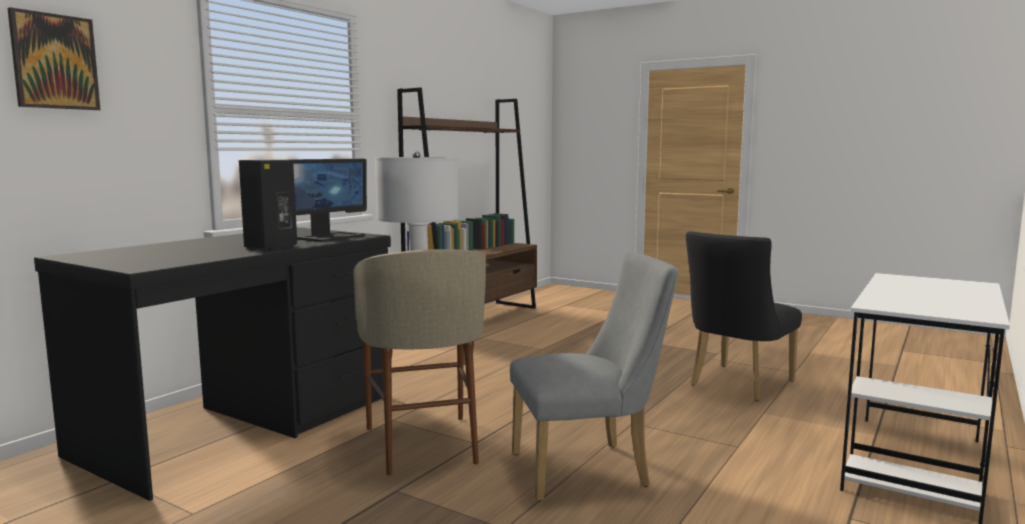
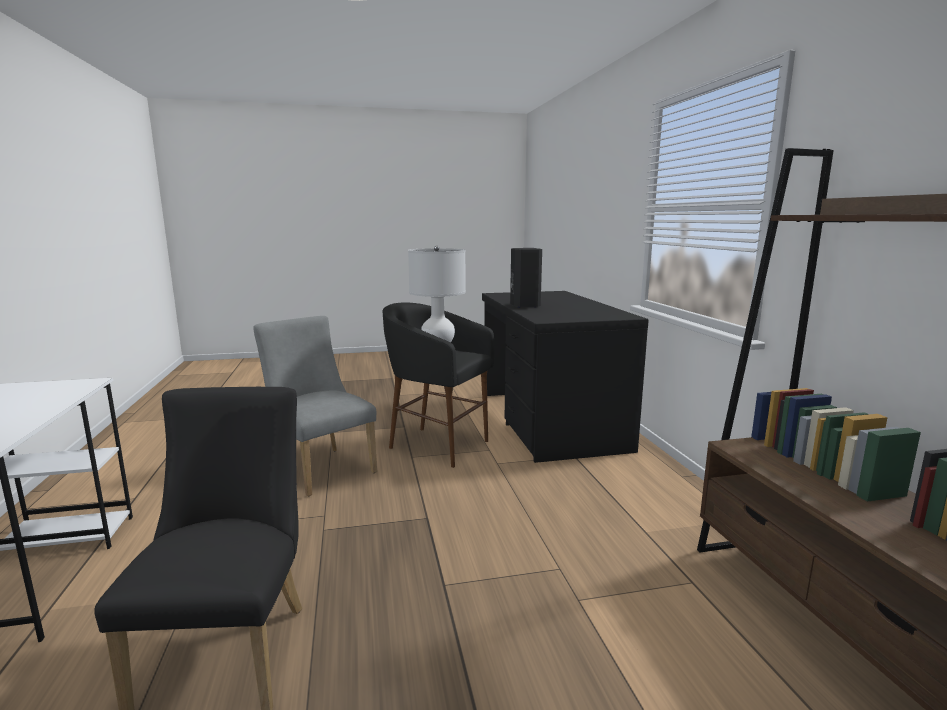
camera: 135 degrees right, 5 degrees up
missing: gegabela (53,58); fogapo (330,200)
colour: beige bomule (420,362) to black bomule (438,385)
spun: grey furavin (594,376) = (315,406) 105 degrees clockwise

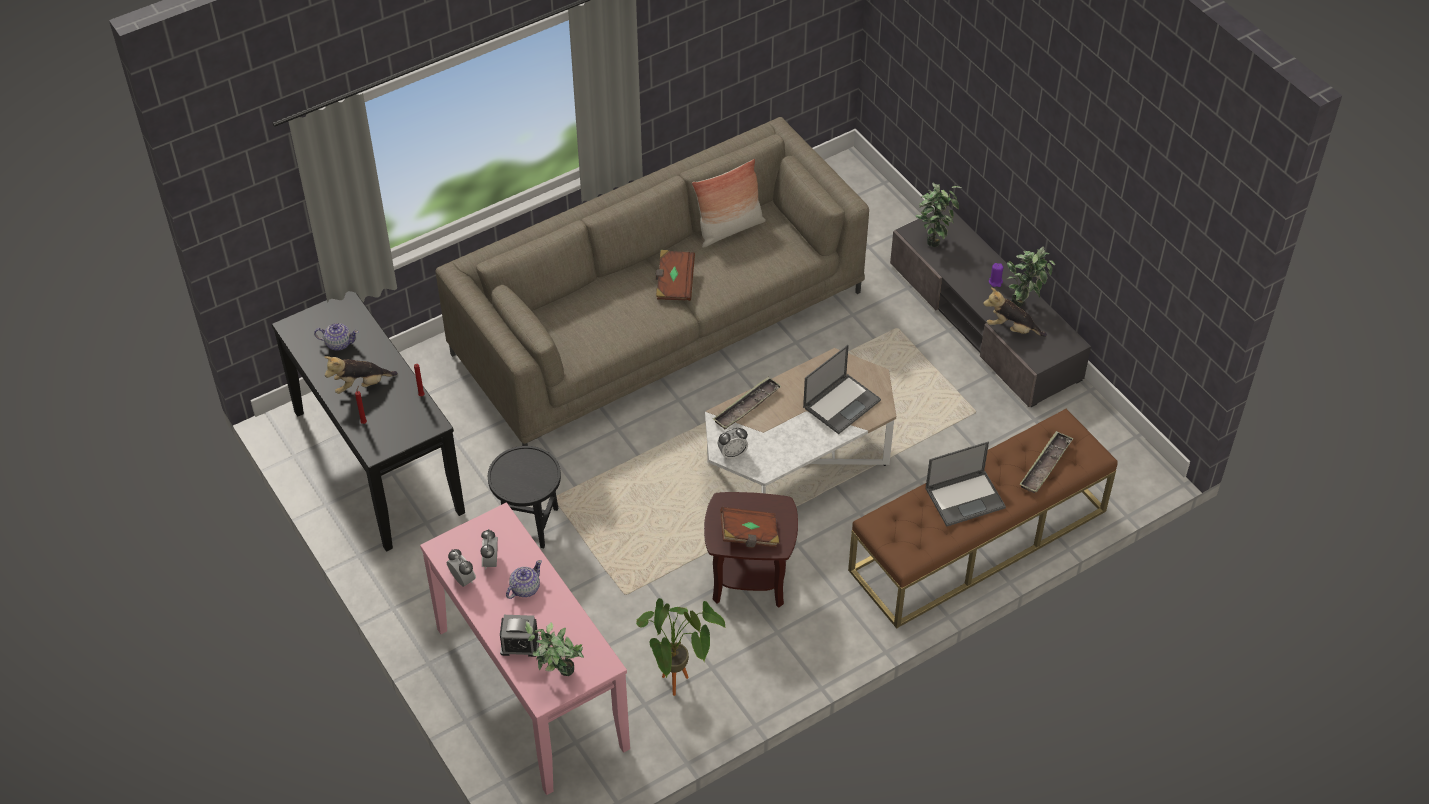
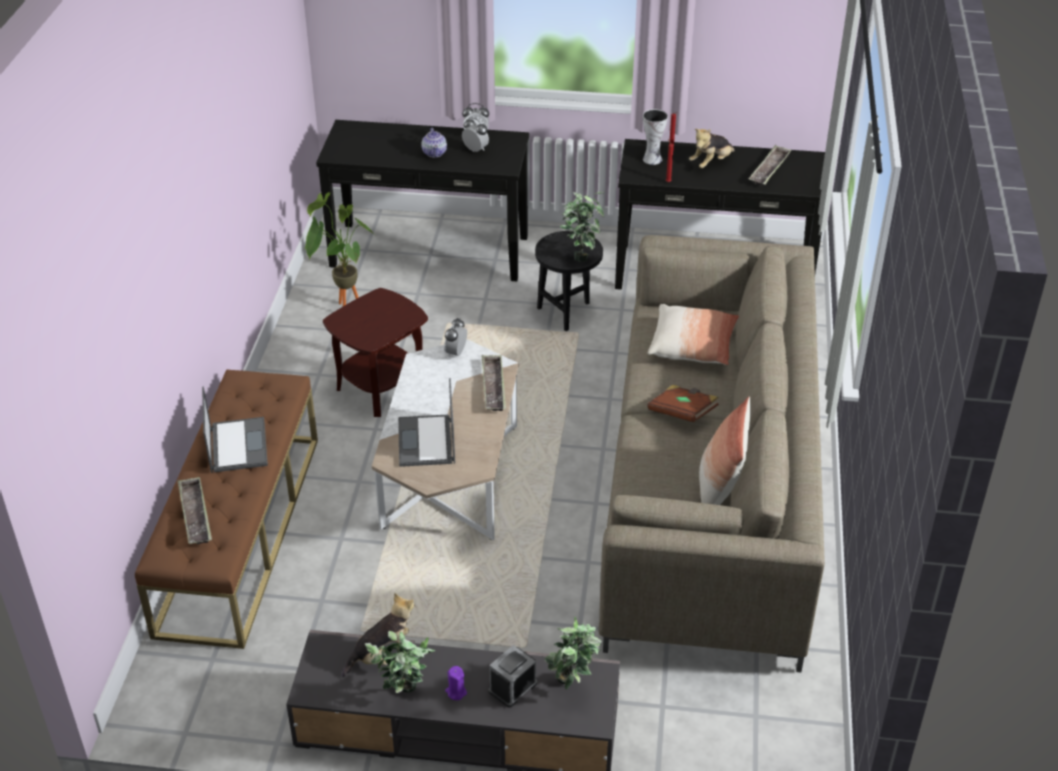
camera: 130 degrees right, 10 degrees down
missing: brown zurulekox (750,527)
appeared: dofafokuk (655,137); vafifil (693,334)
relocated: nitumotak (520,636) to (513,676); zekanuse (554,648) to (582,227)
exchanged: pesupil (336,337) to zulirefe (770,165)
colour: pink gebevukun (525,649) to black gebevukun (422,200)
spun: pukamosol (361,375) = (712,148) 150 degrees counterclockwise; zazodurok (966,484) = (235,429) 150 degrees clockwise

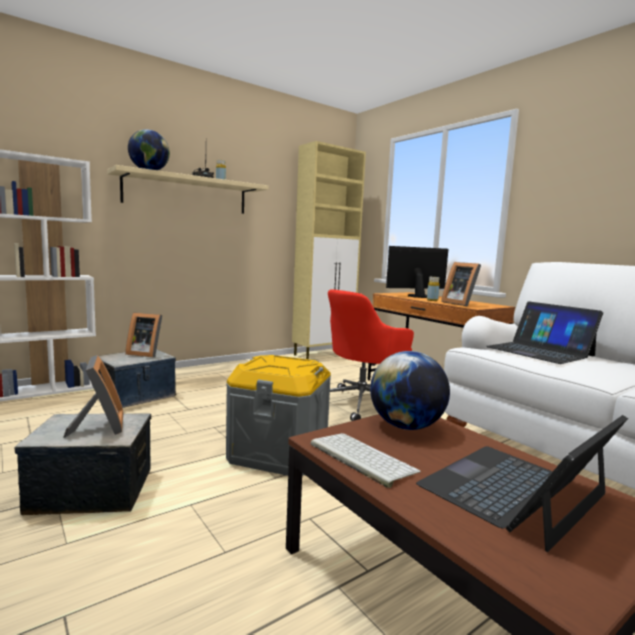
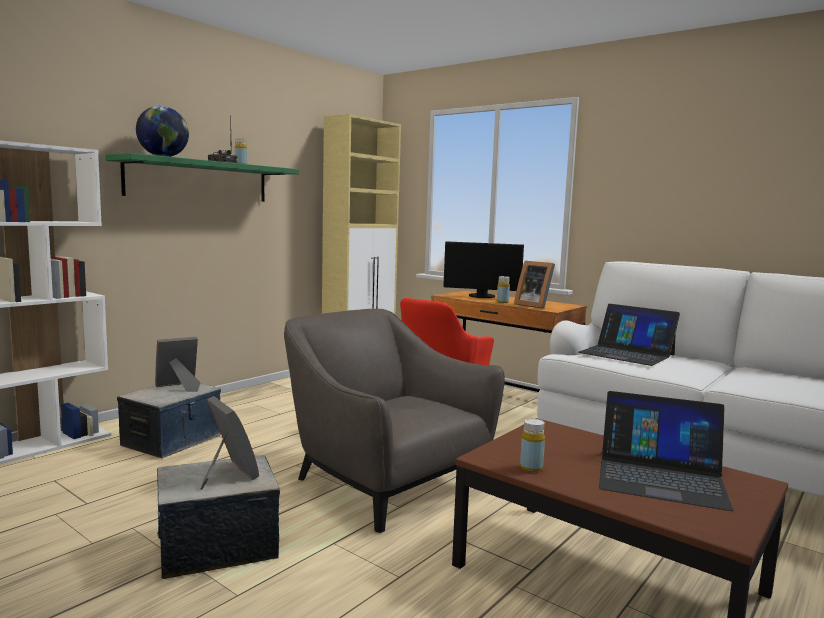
camera: 15 degrees left, 0 degrees up
missing: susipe (410,390)
exchanged: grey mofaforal (278,415) to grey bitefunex (394,421); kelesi (366,460) to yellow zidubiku (532,445)
colour: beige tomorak (188,189) to green tomorak (202,177)
spun: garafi (143,335) = (177,364) 150 degrees clockwise; fogapo (417,272) = (483,269) 135 degrees counterclockwise; zazodurok (522,483) = (666,451) 105 degrees counterclockwise

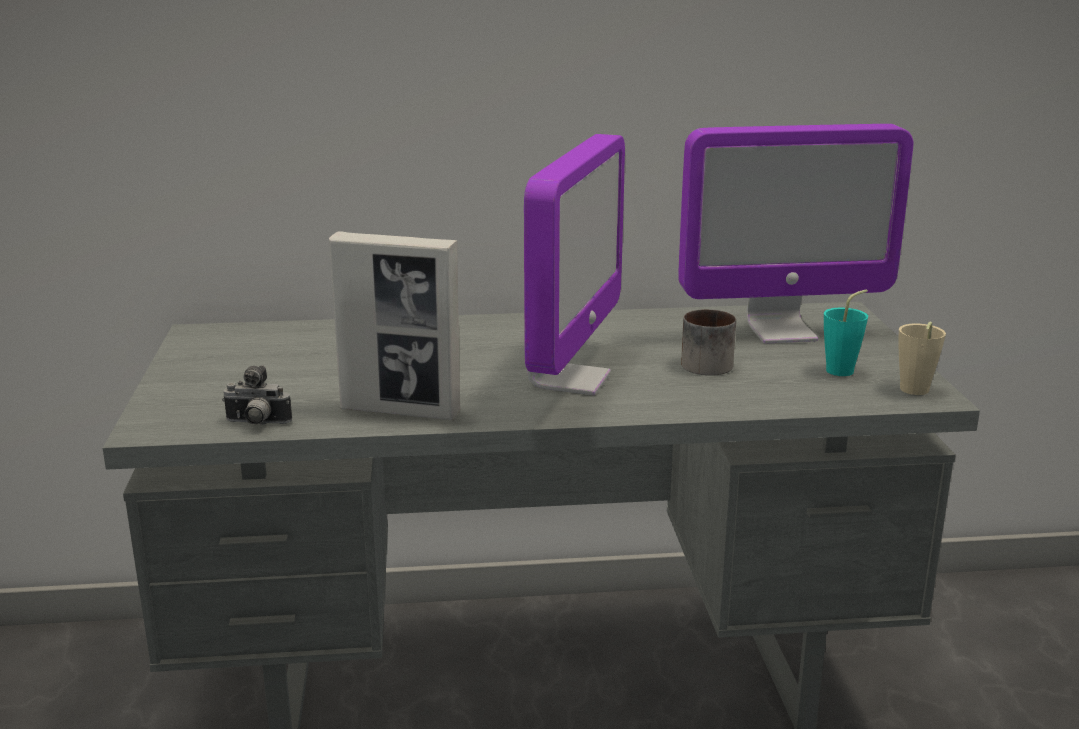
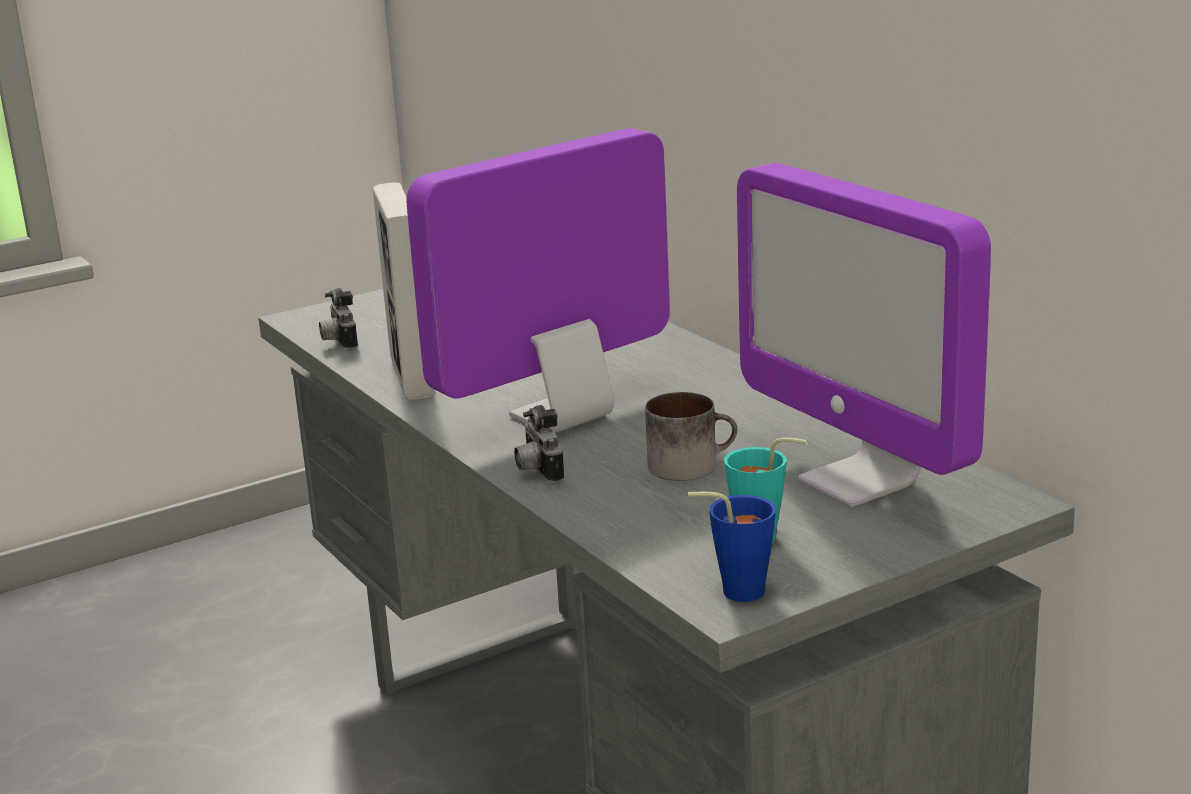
camera: 65 degrees right, 0 degrees up
appeared: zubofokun (539,444)
colour: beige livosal (922,358) to blue livosal (732,547)
spun: fogapo (574,264) = (538,280) 150 degrees clockwise

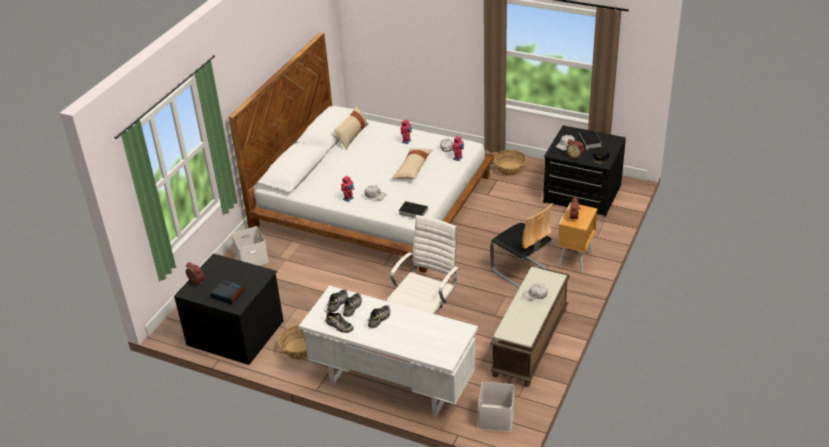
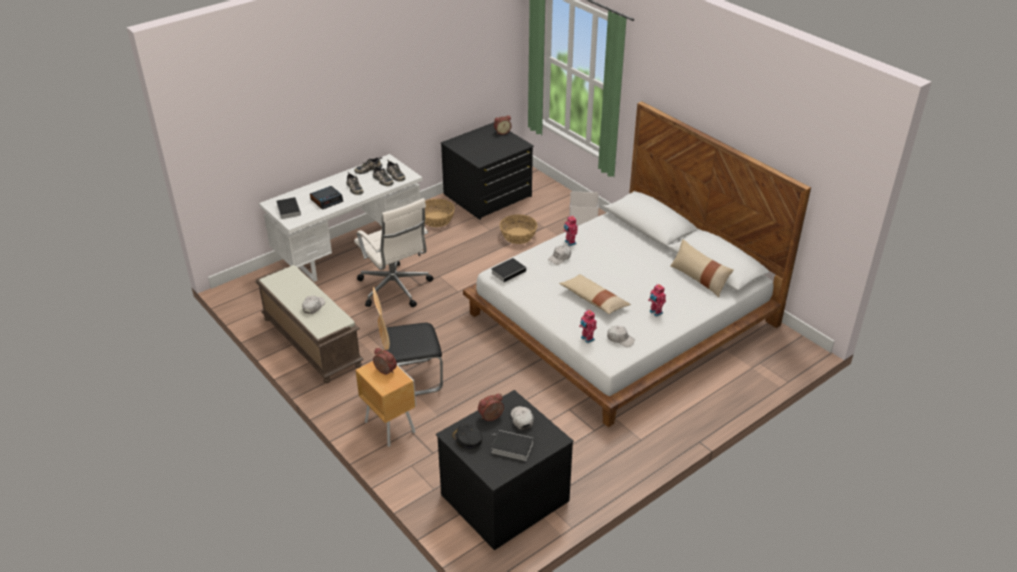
camera: 115 degrees right, 0 degrees up
missing: white mofaforal (496,407)
appeared: zurulekox (288,208)
relocated: nitumotak (227,291) to (326,198); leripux (510,163) to (518,229)

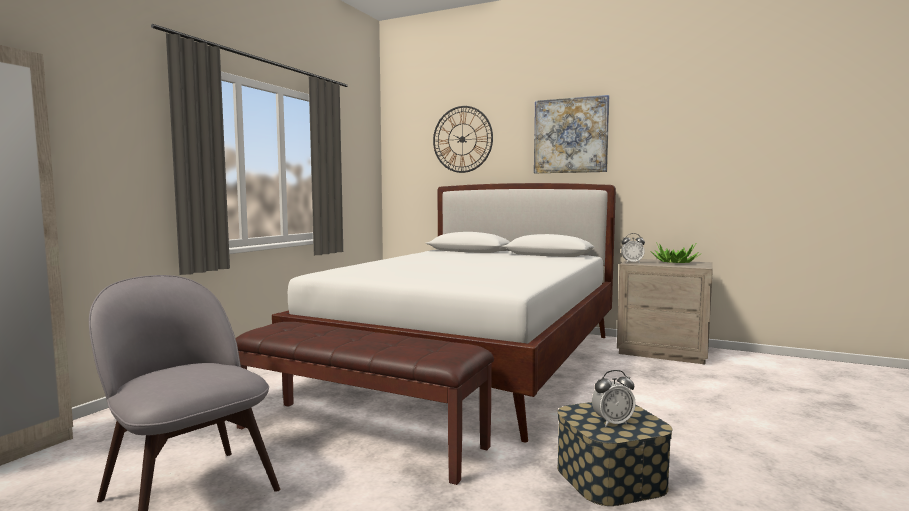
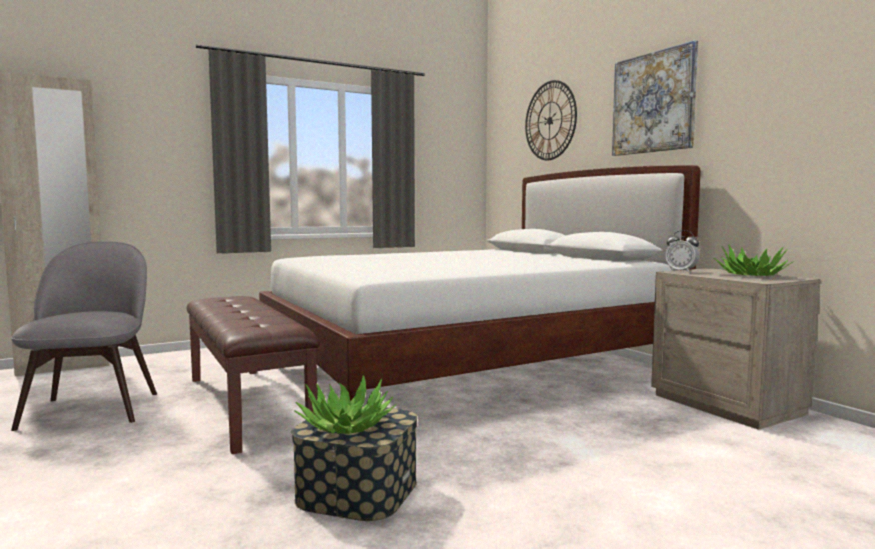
camera: 35 degrees right, 0 degrees up
exchanged: nitumotak (614,398) to zekanuse (345,404)

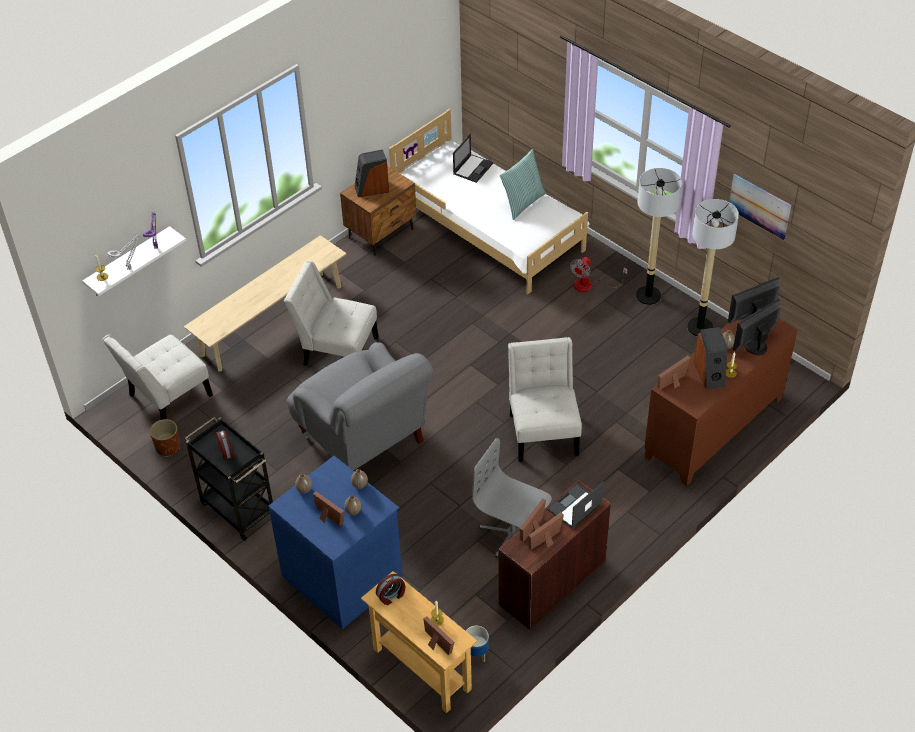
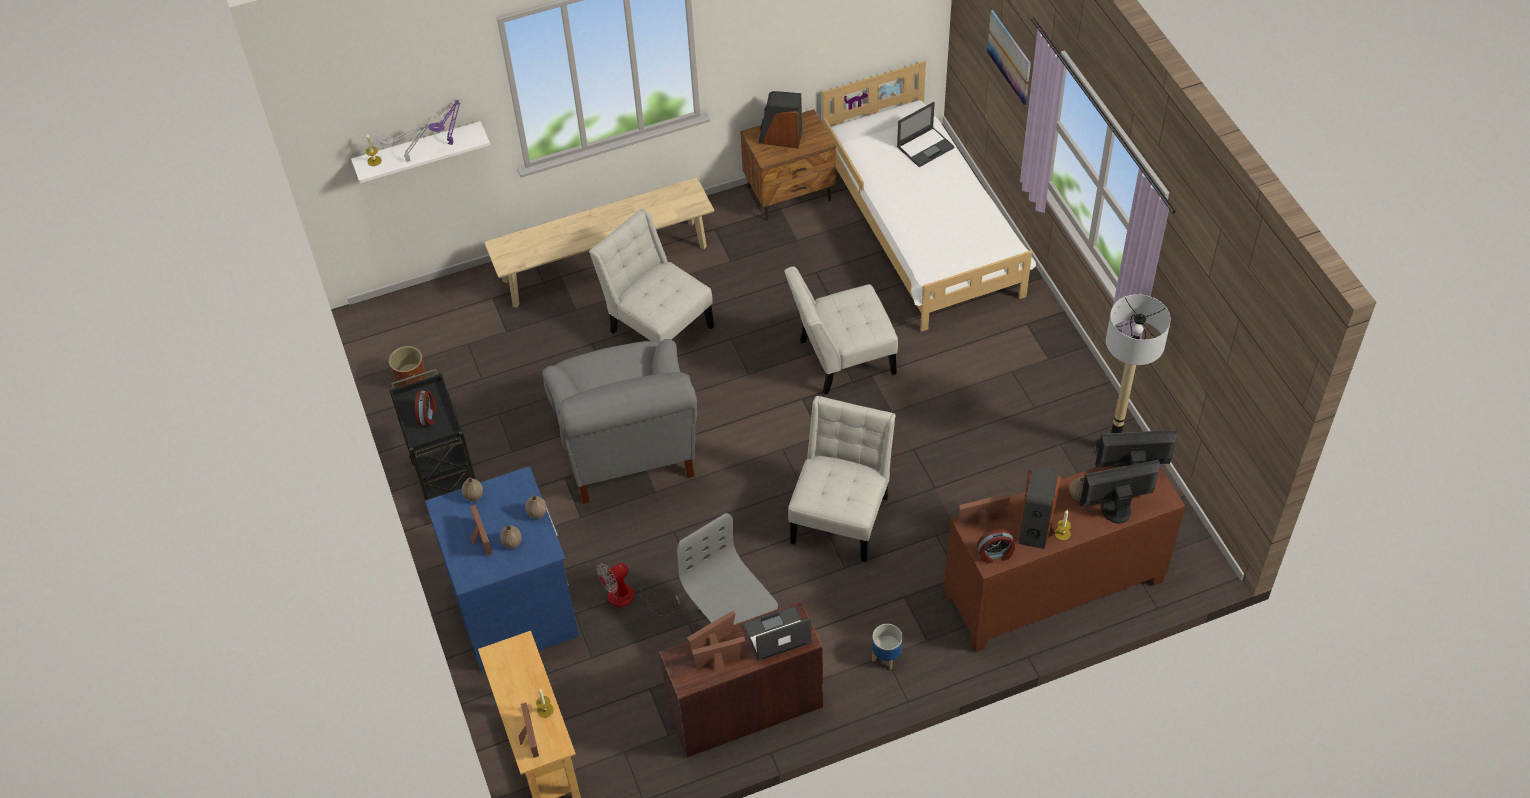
camera: 25 degrees right, 5 degrees up
missing: vafifil (522,184); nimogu (659,236)
relocated: white furavin (157,377) to (841,331); nitumotak (390,589) to (996,546); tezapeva (477,644) to (887,647); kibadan (599,274) to (638,589); gegabela (760,207) to (1009,57)

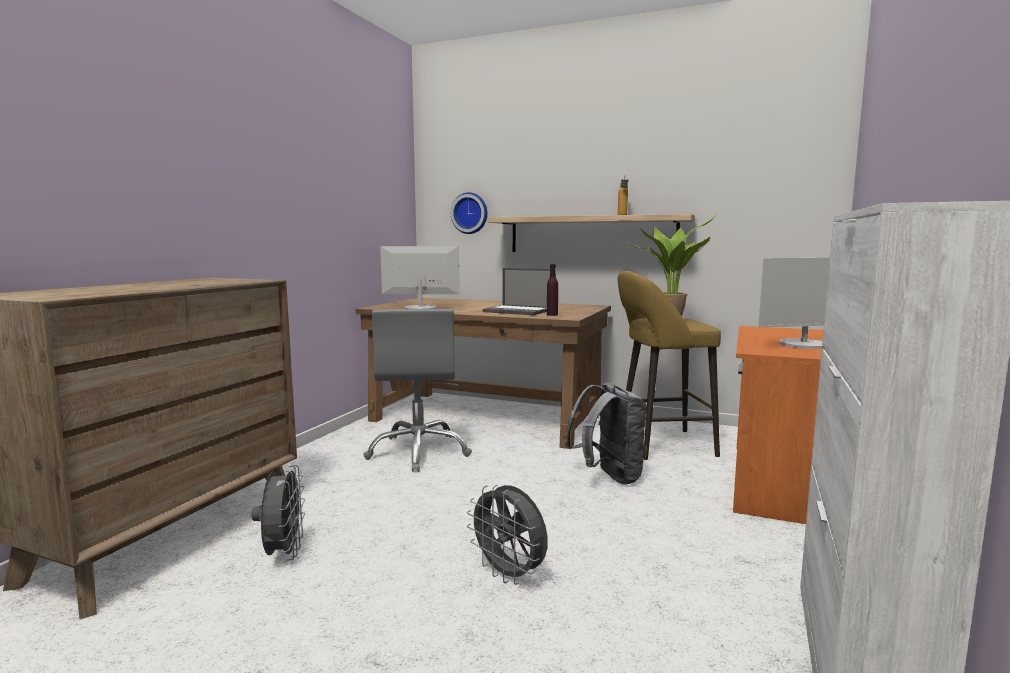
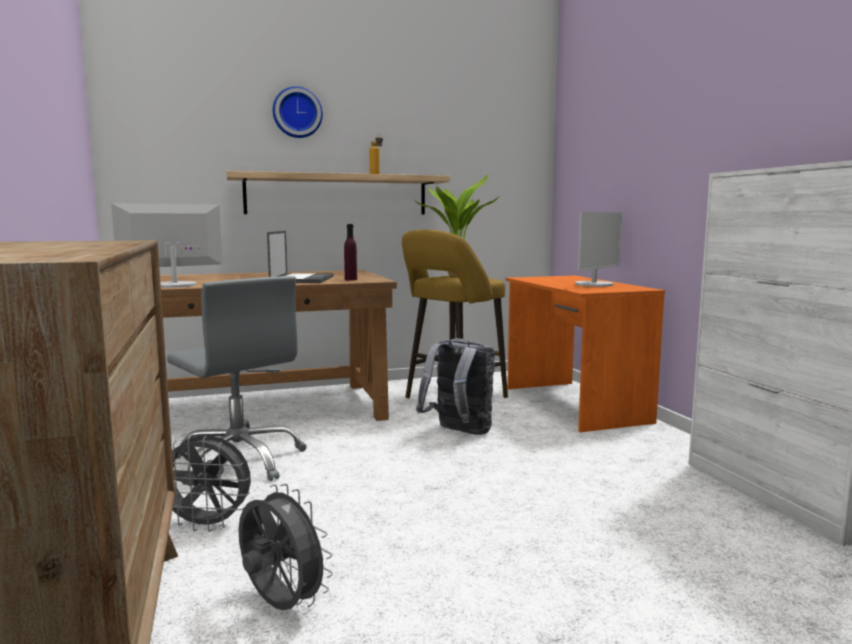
camera: 40 degrees left, 0 degrees up
relocated: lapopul (469,213) to (298,112); grey kibadan (507,535) to (211,483)
spun: zazodurok (516,291) = (300,257) 75 degrees counterclockwise

